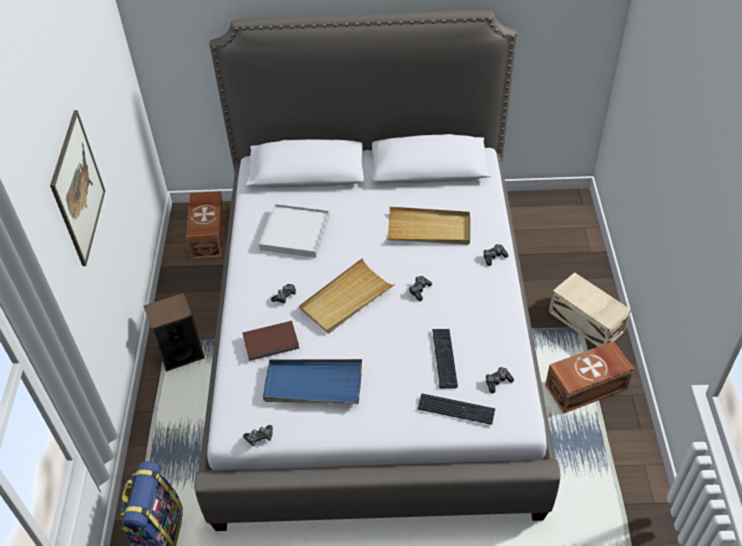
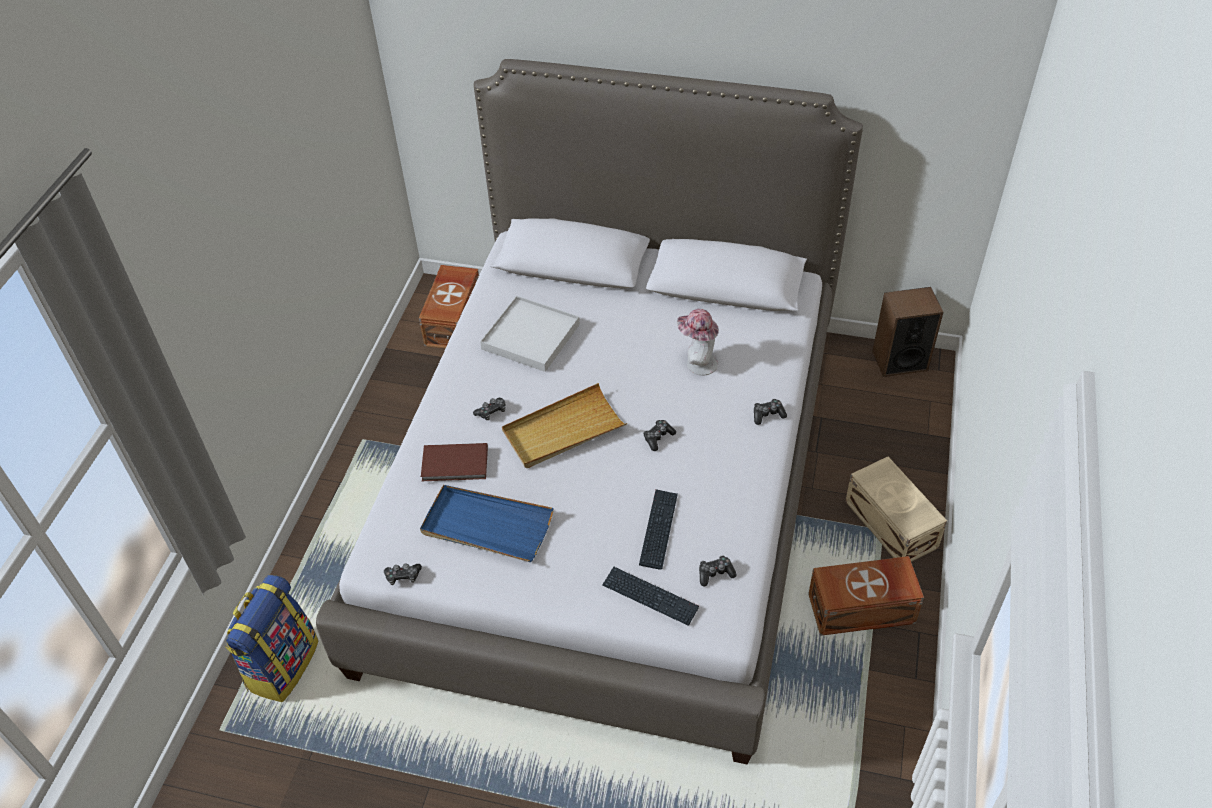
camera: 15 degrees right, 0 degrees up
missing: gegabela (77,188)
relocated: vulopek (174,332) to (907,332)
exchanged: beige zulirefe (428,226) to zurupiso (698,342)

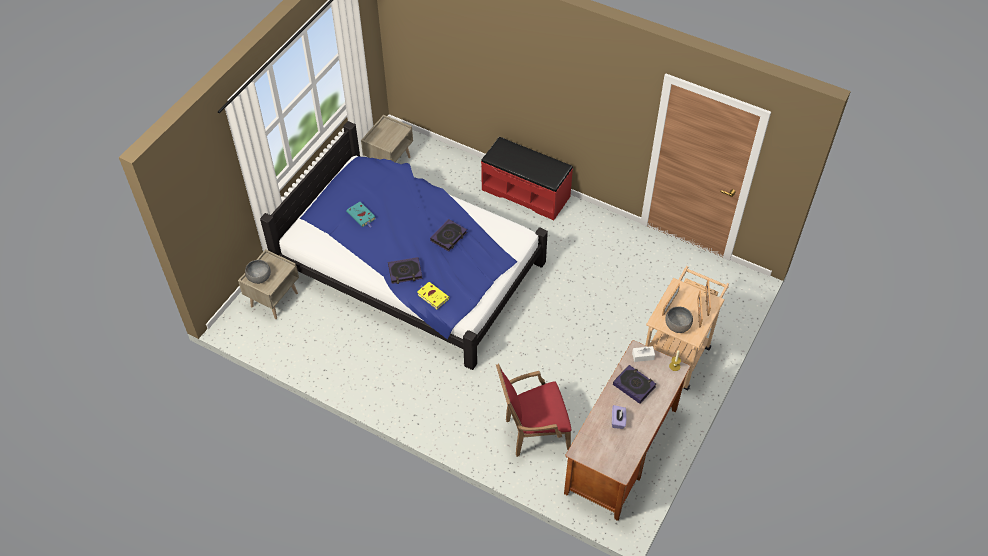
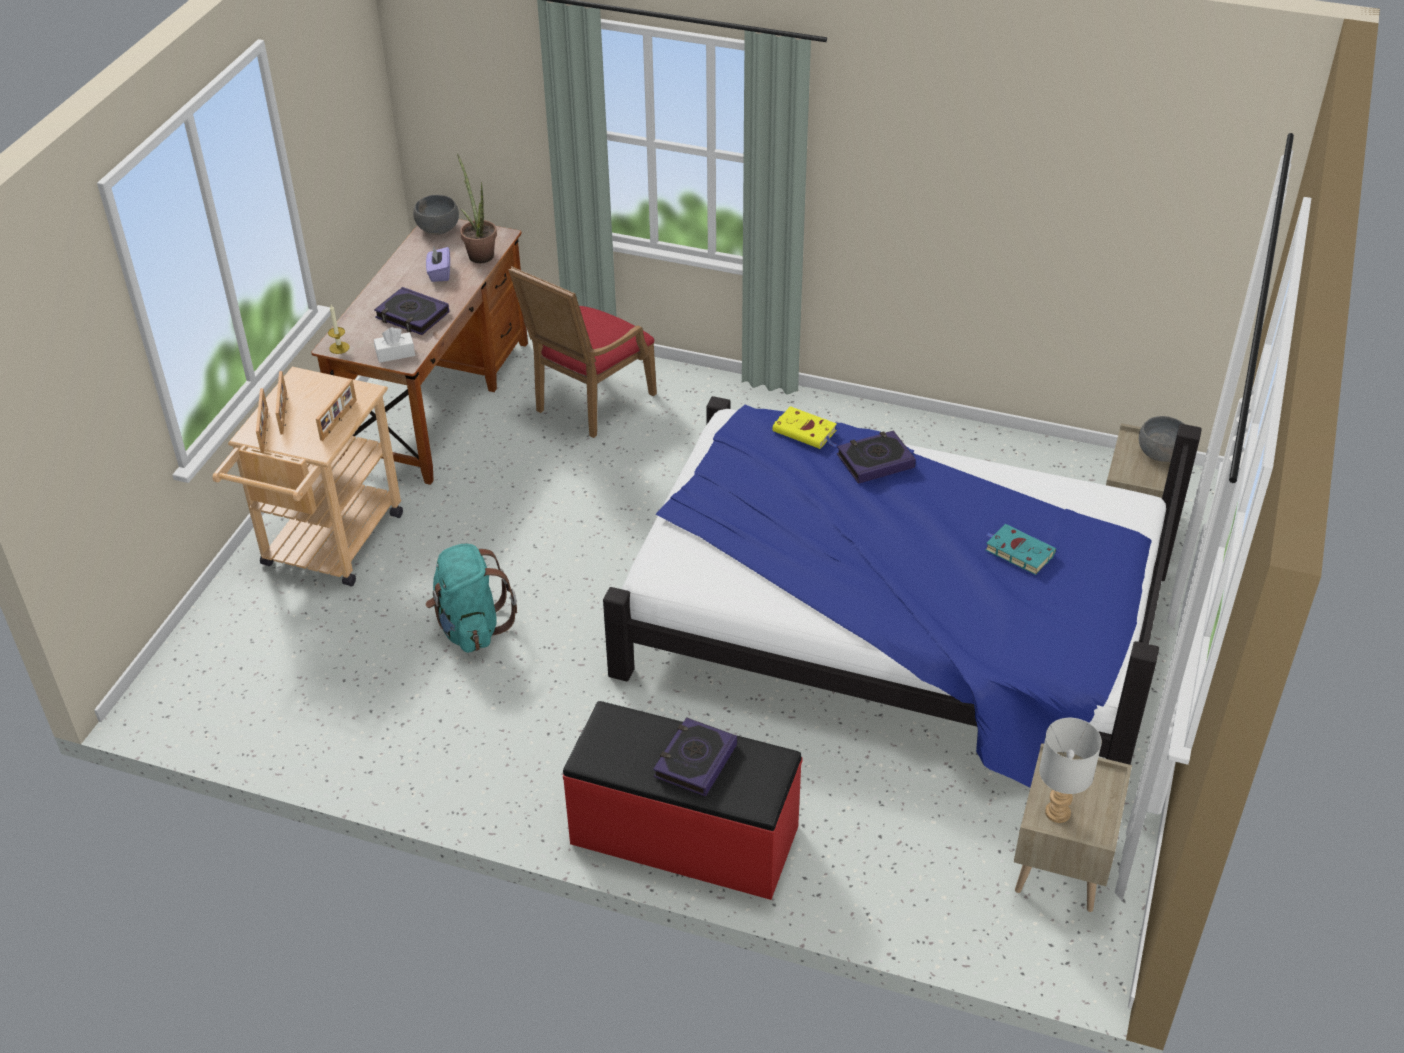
camera: 170 degrees right, 10 degrees down
appeared: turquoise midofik (471,598); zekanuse (477,208); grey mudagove (1070,770)
relocated: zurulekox (448,235) to (695,757); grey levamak (679,320) to (436,215)
spun: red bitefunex (533,410) = (582,352) 150 degrees clockwise

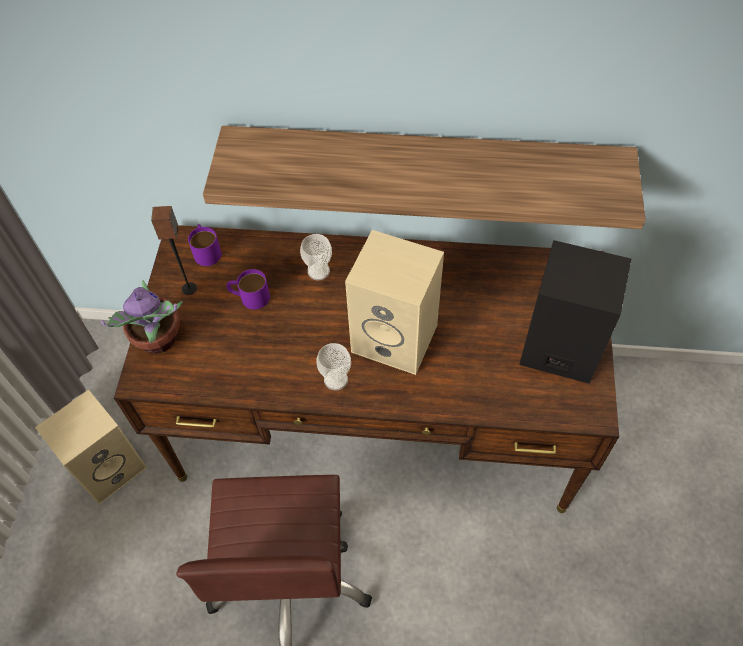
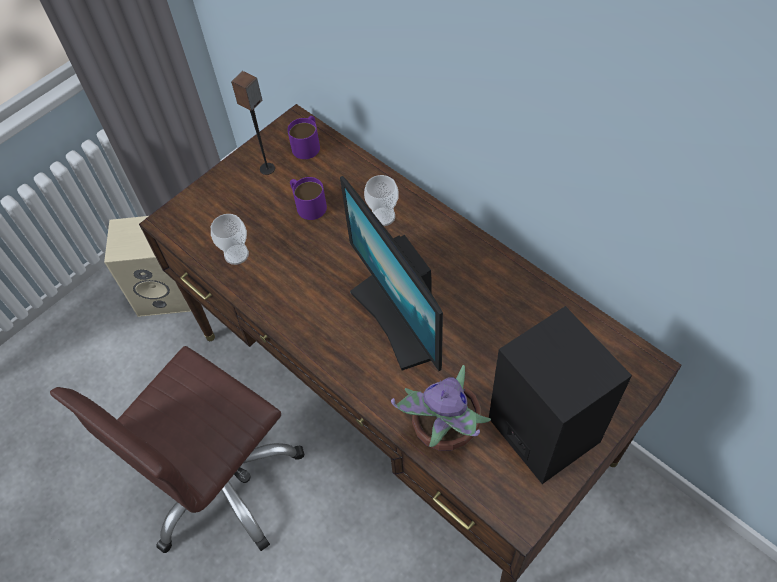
camera: 40 degrees right, 0 degrees up
missing: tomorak (424,177)
relocated: zekanuse (142,317) to (441,408); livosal (333,366) to (230,239)
exchanged: beige vulopek (394,302) to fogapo (391,273)

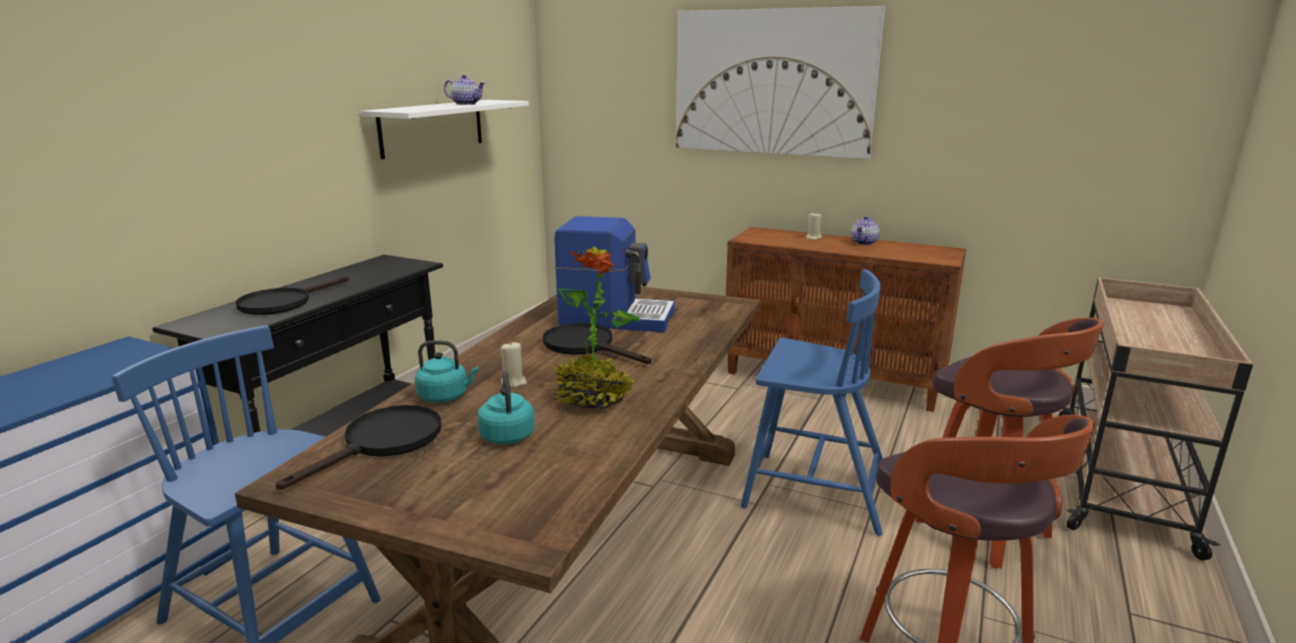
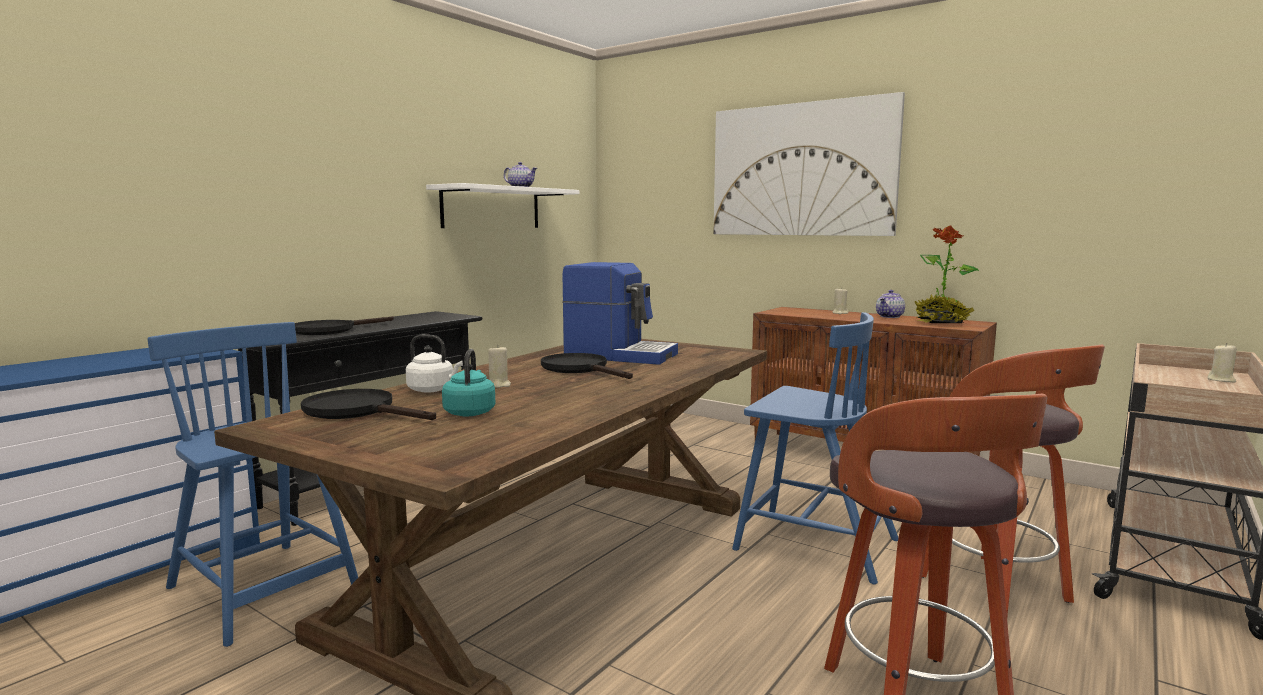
camera: 10 degrees right, 10 degrees down
appeared: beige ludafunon (1222,362)
relocated: zekanuse (597,327) to (947,274)
colour: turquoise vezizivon (447,371) to white vezizivon (434,363)
spun: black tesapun (359,447) = (368,404) 105 degrees counterclockwise

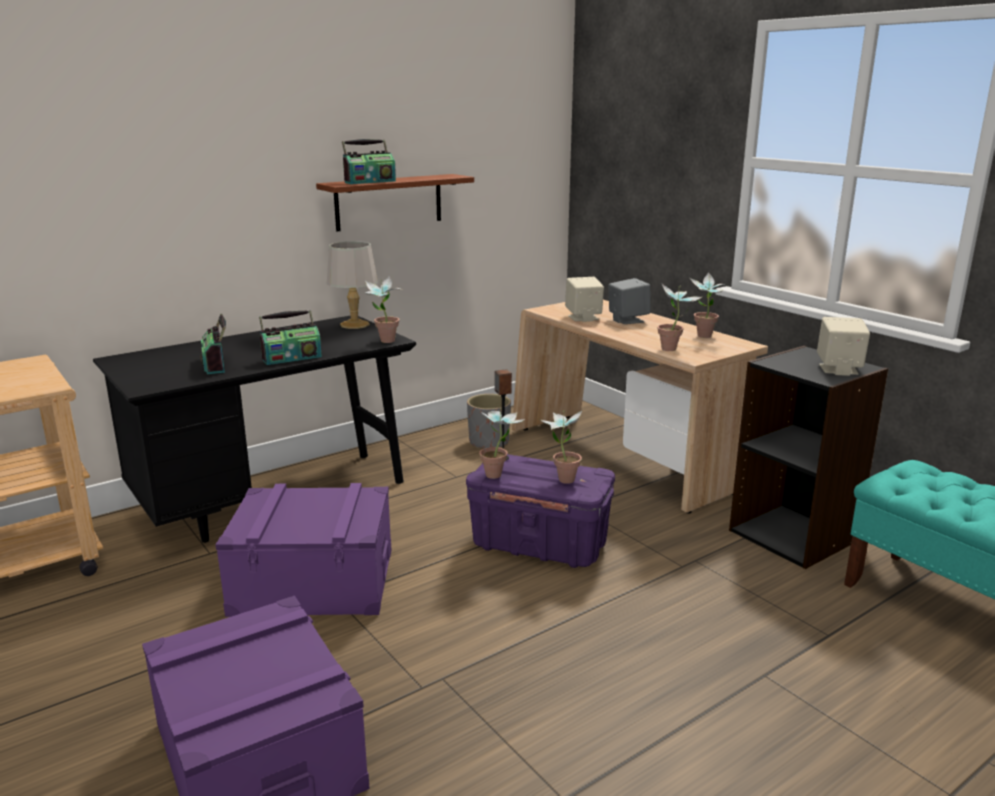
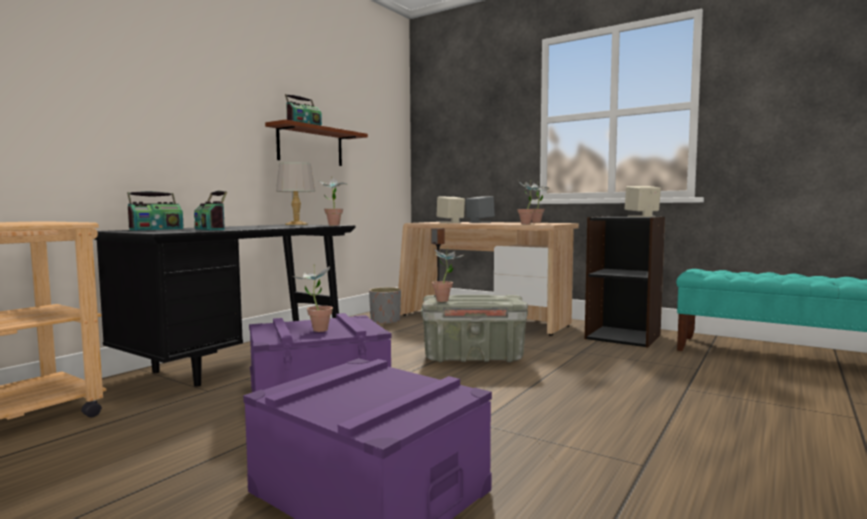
camera: 20 degrees left, 15 degrees down
relocated: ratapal (290,337) to (155,210); zekanuse (560,447) to (313,298)
colour: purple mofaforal (540,510) to grey mofaforal (474,328)

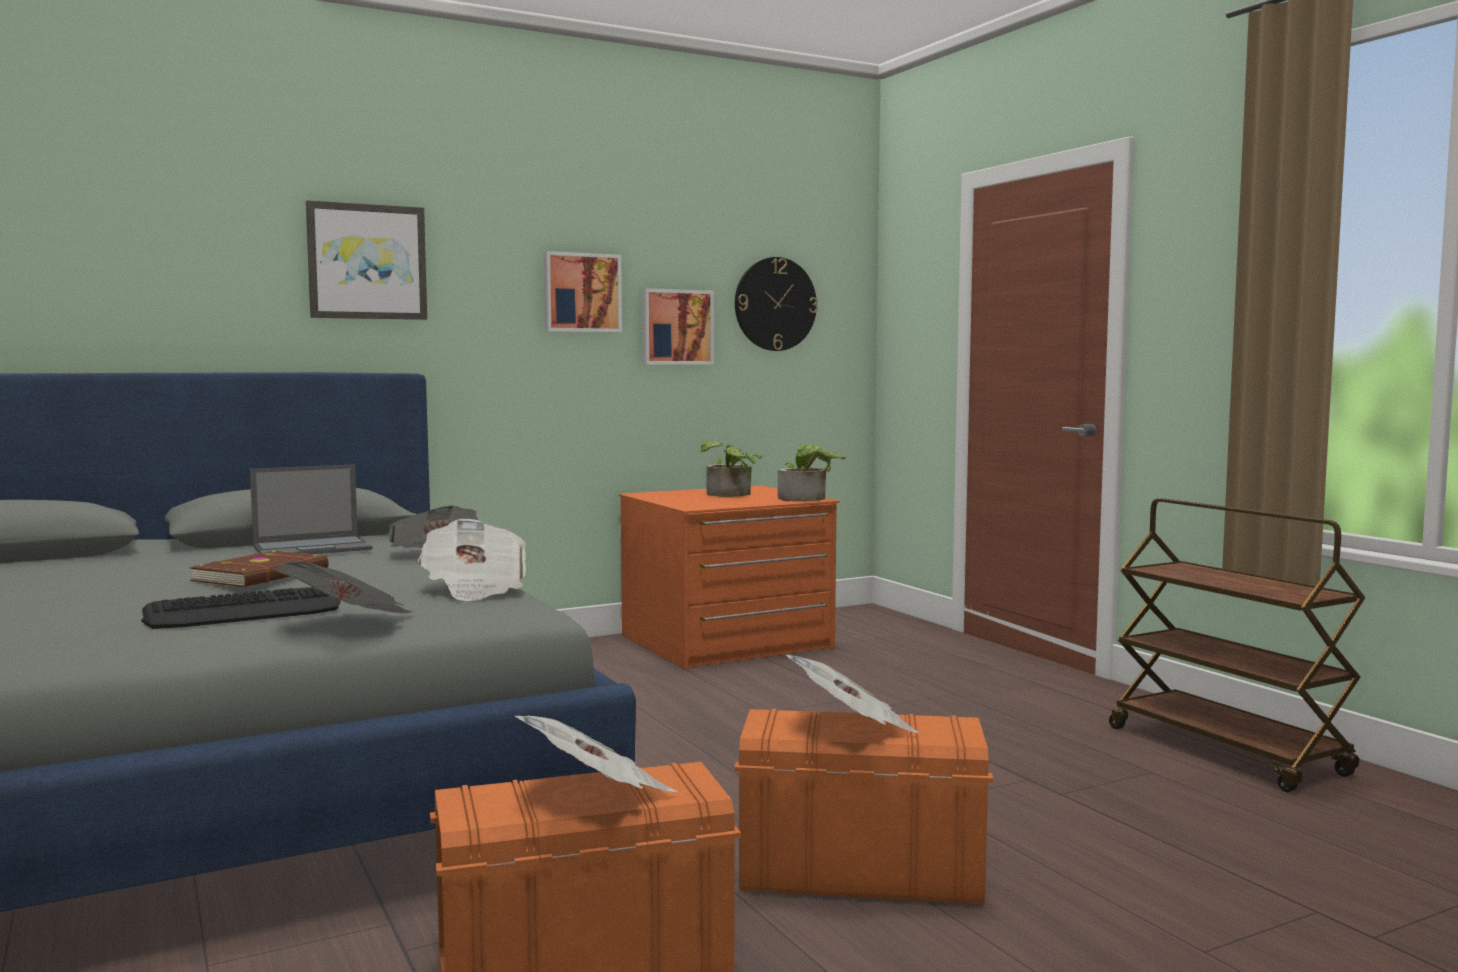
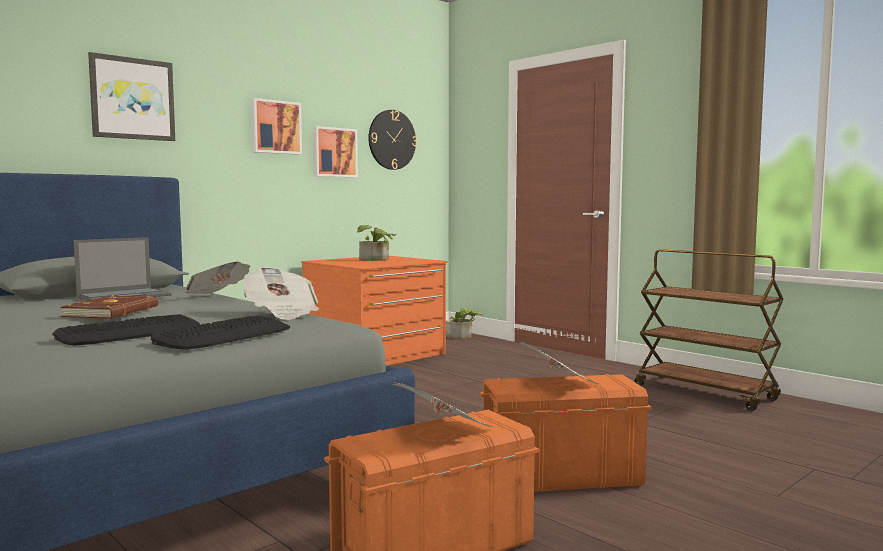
camera: 15 degrees left, 0 degrees up
relocated: zekanuse (812,473) to (464,323)
exchanged: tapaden (344,587) to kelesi (220,333)

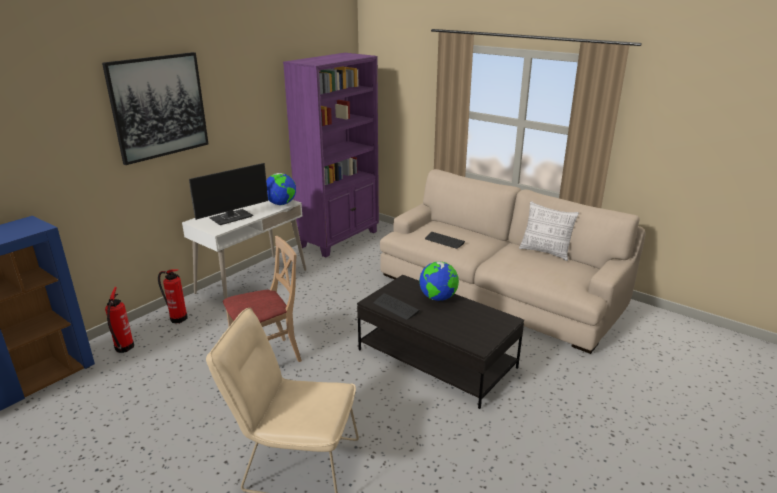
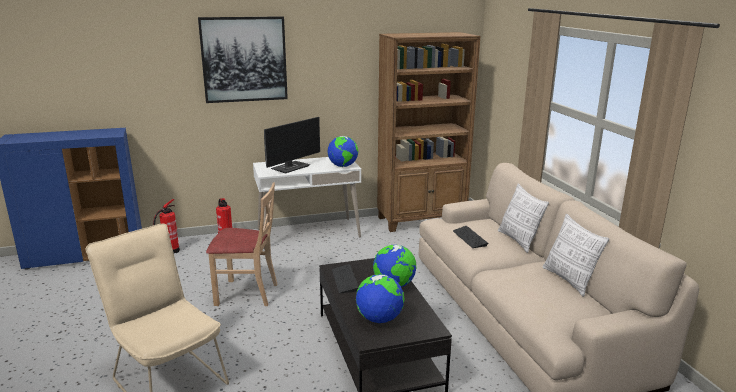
camera: 35 degrees right, 5 degrees down
appeared: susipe (380,298); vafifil (523,218)
colour: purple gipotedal (331,155) to brown gipotedal (428,132)
spun: fogapo (228,194) = (292,145) 45 degrees counterclockwise

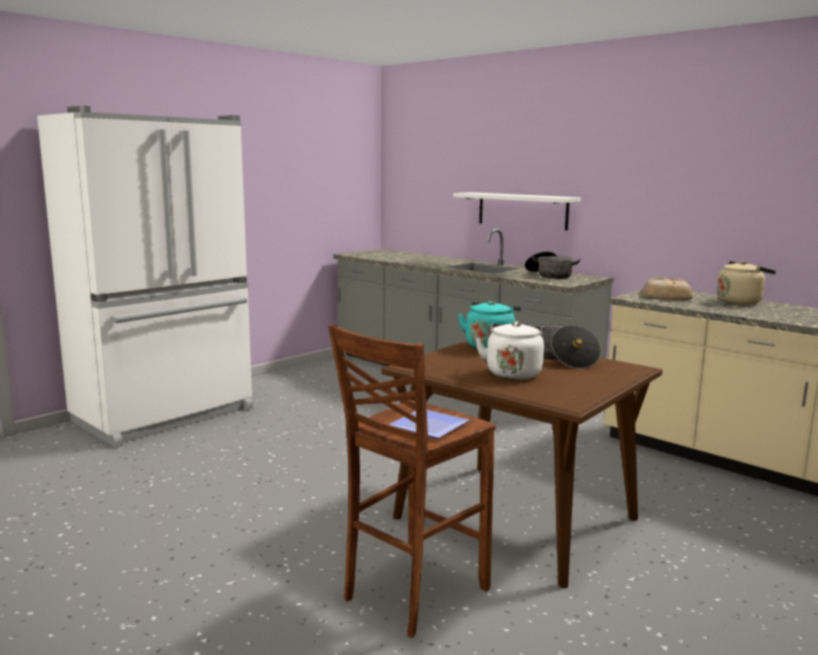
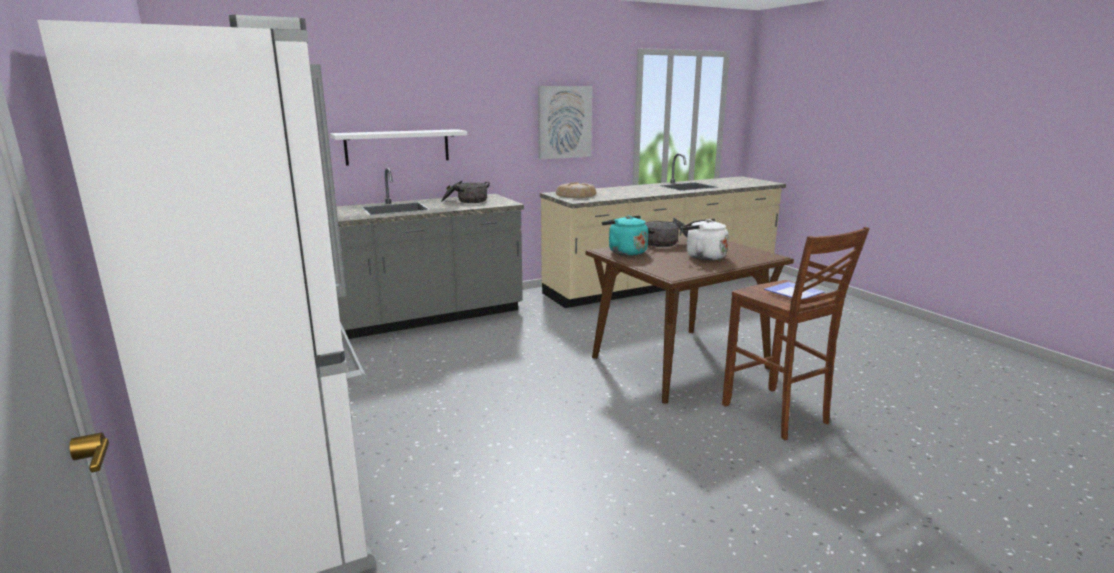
camera: 70 degrees left, 5 degrees up
missing: beige vezizivon (746,283)
appeared: gegabela (565,123)

